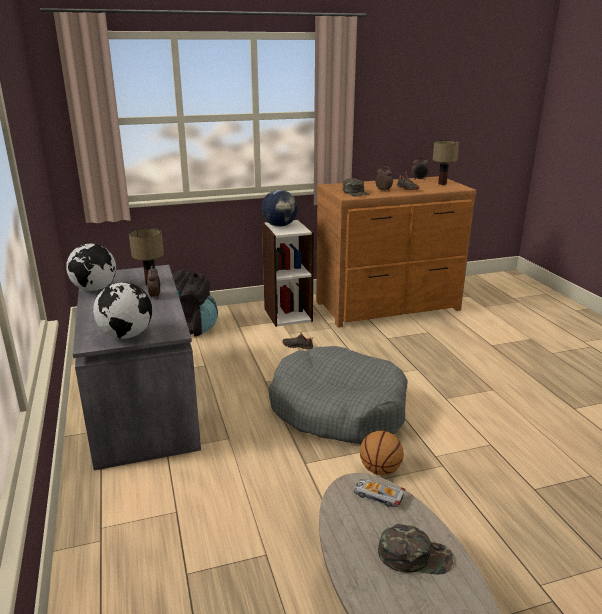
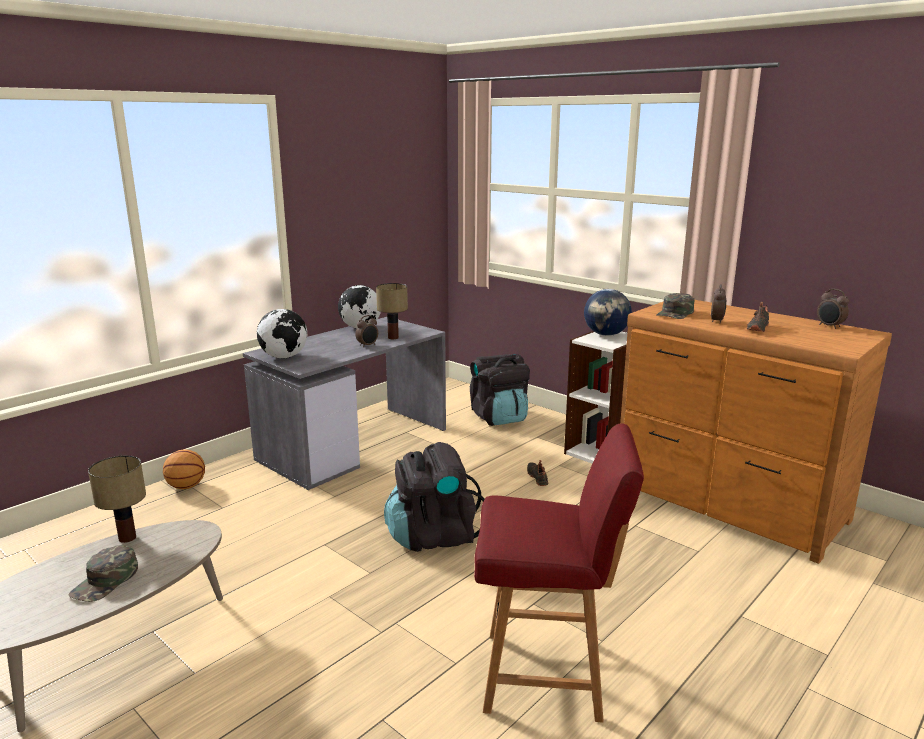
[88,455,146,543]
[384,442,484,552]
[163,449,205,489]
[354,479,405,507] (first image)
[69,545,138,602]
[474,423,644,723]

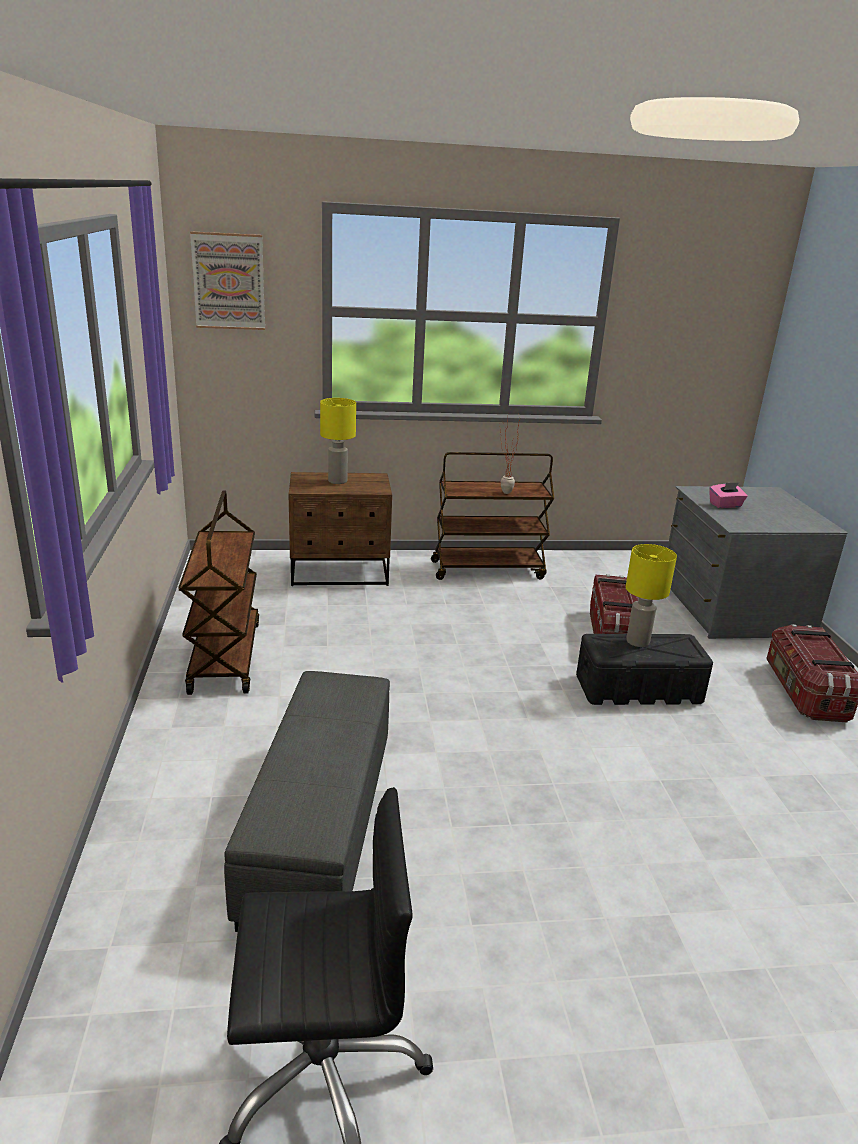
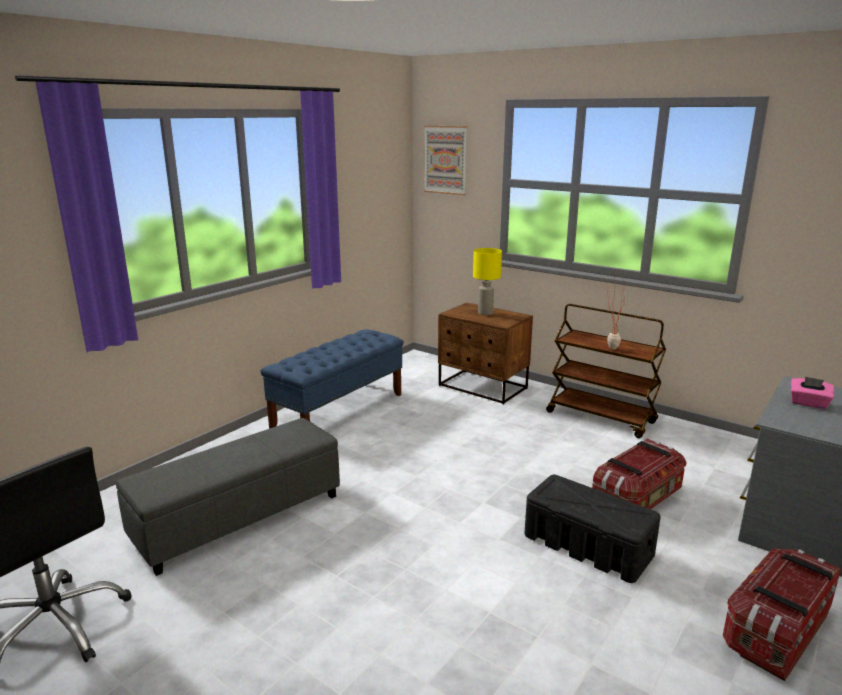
[261,329,404,429]
[626,544,677,647] (first image)

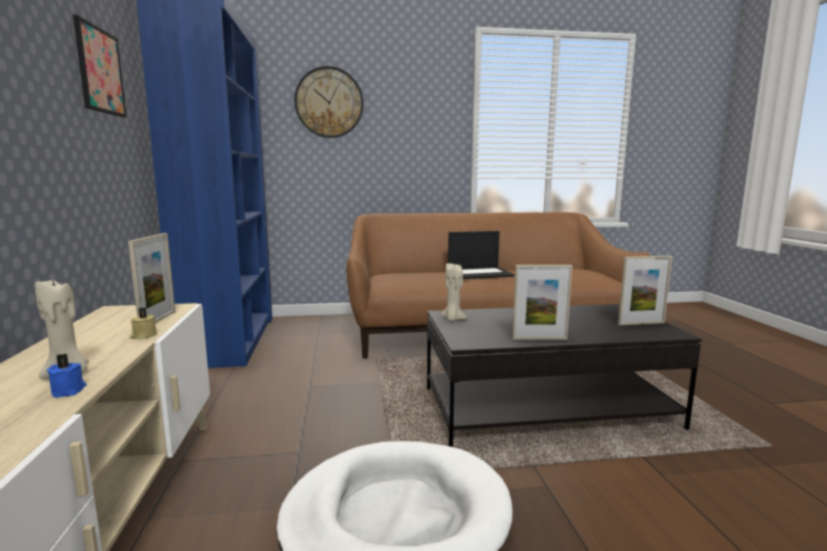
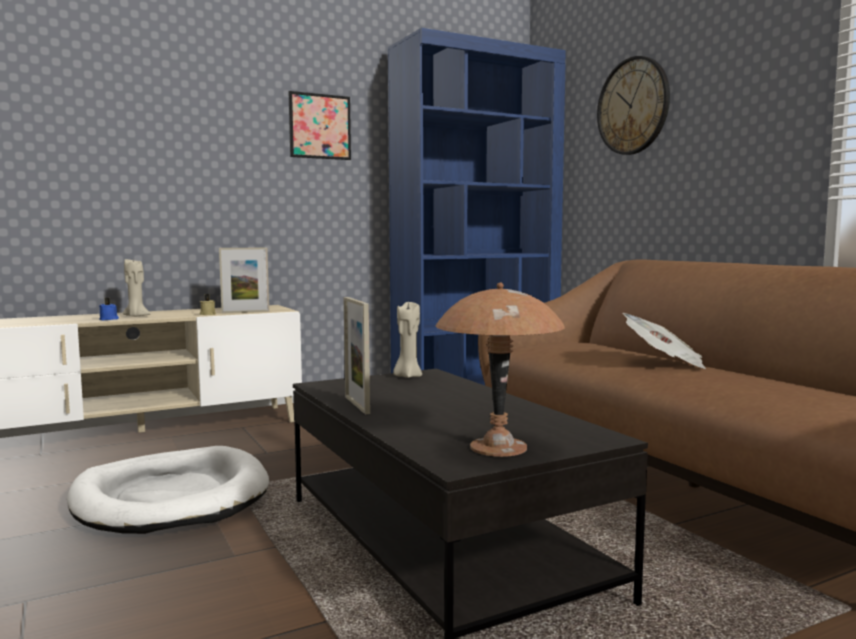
[623,313,706,369]
[436,282,565,457]

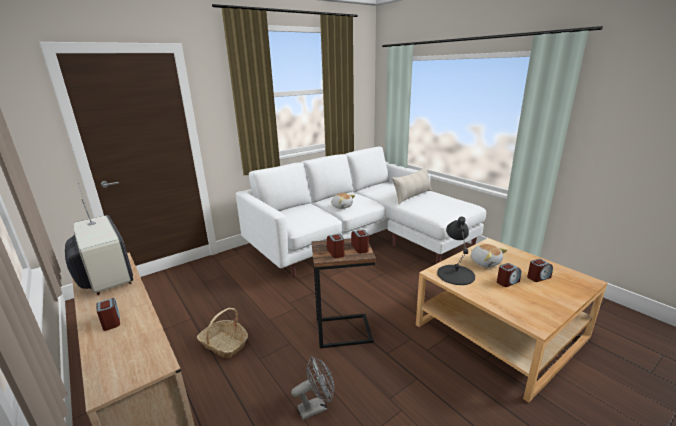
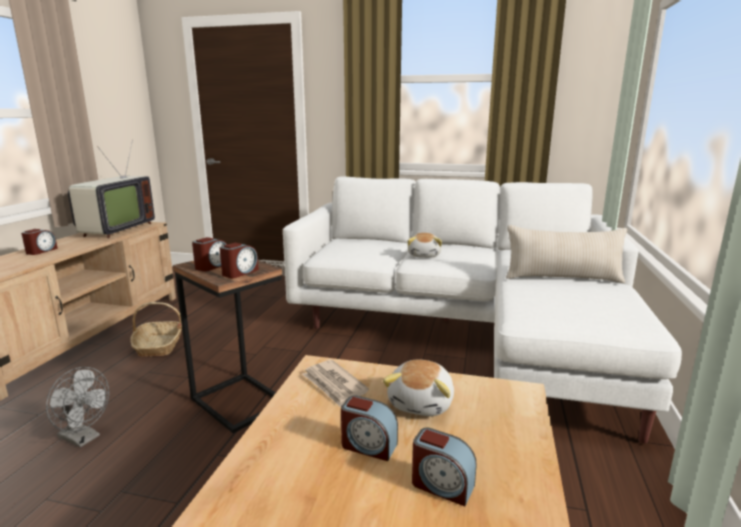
[302,360,369,407]

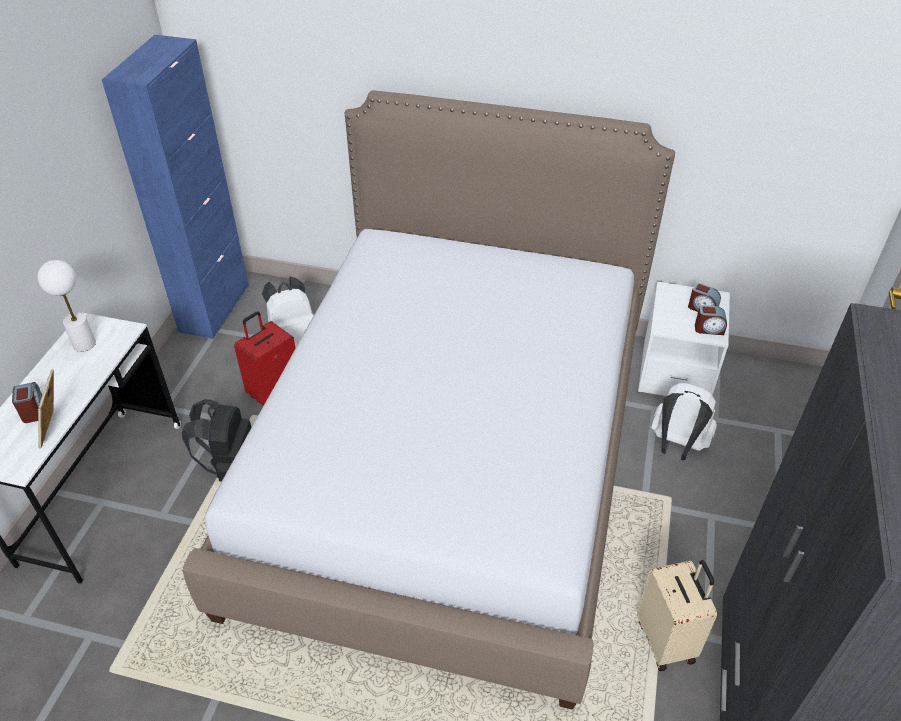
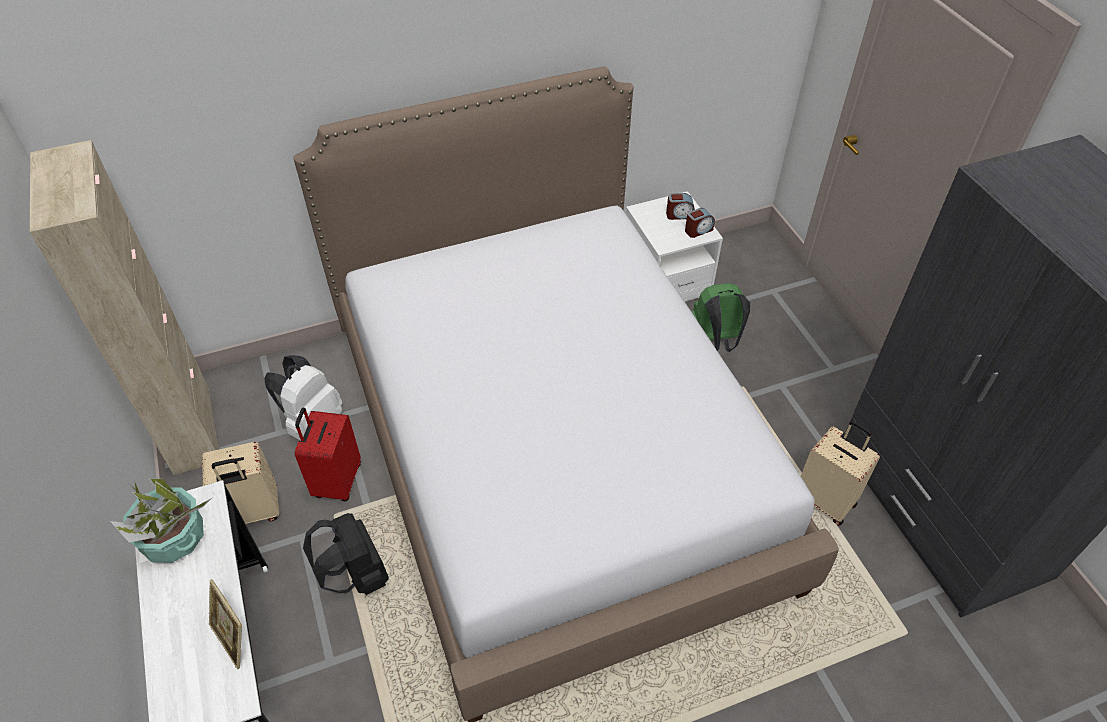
[30,140,219,475]
[110,479,212,563]
[12,382,42,423] (first image)
[691,283,750,352]
[202,442,279,524]

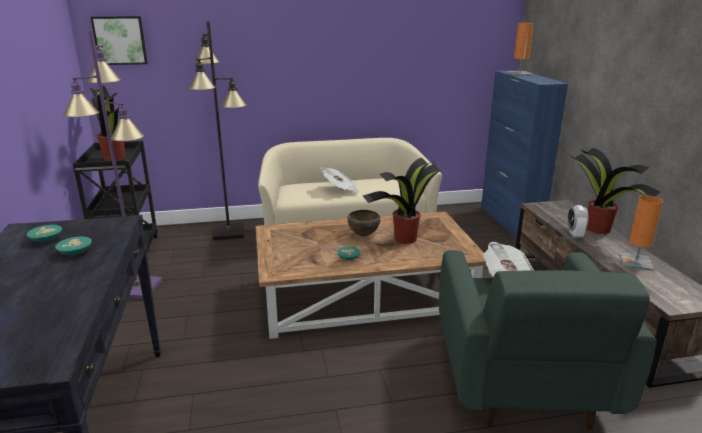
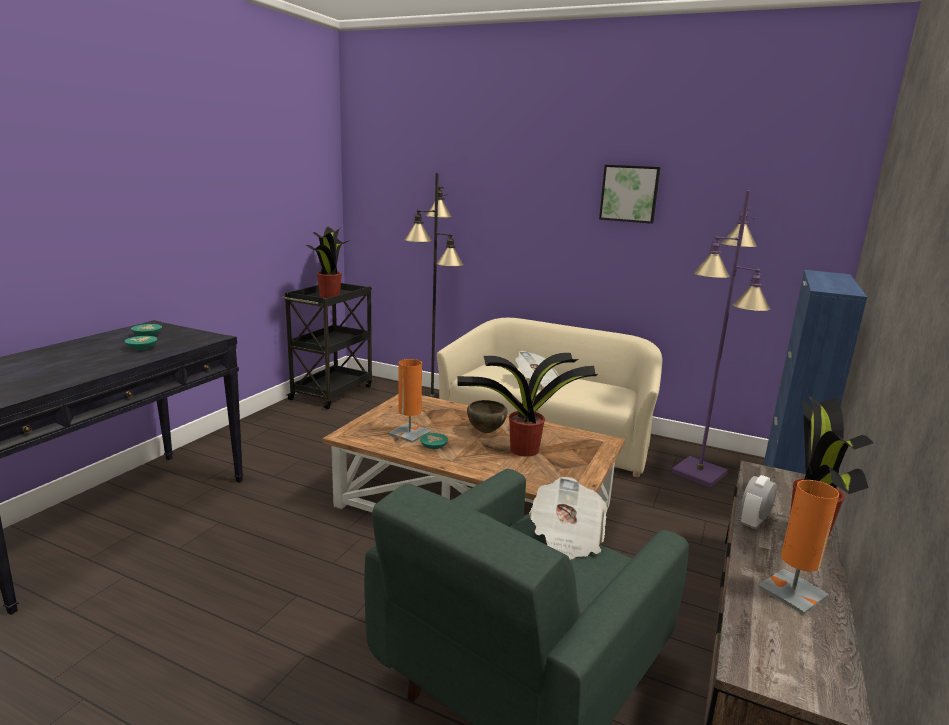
[599,165,661,224]
[388,359,431,443]
[671,190,770,487]

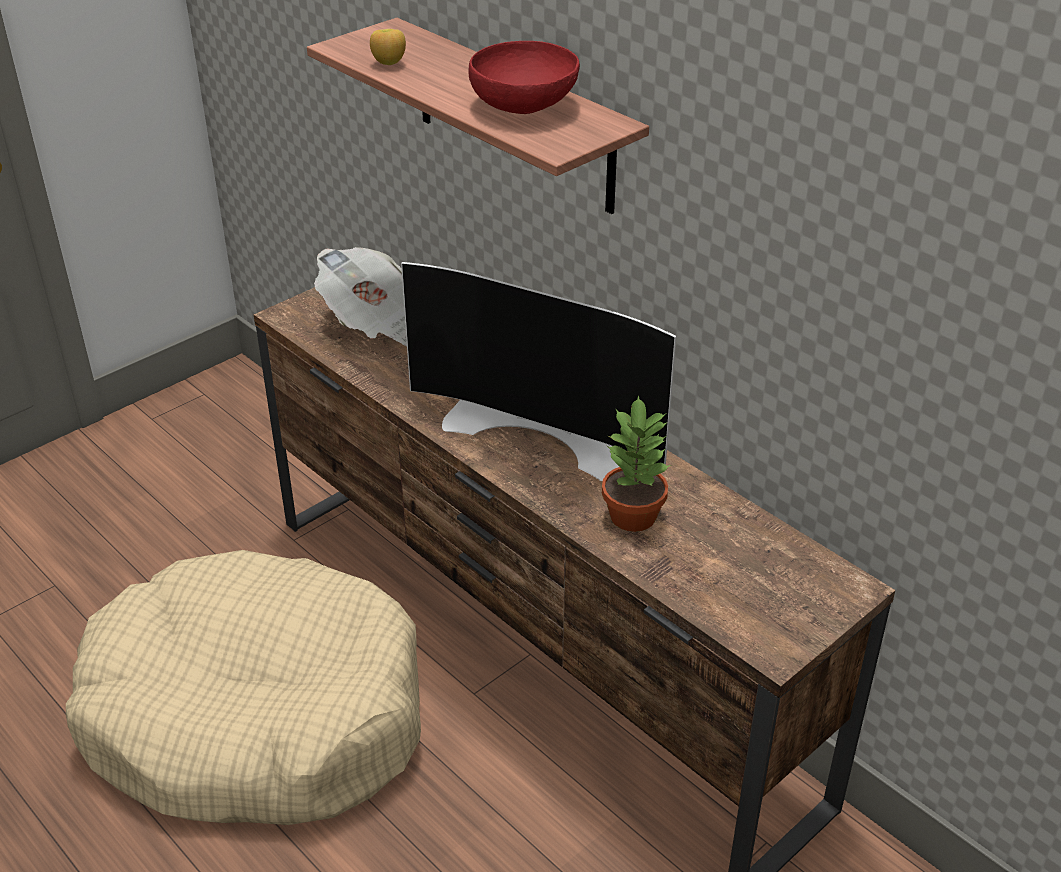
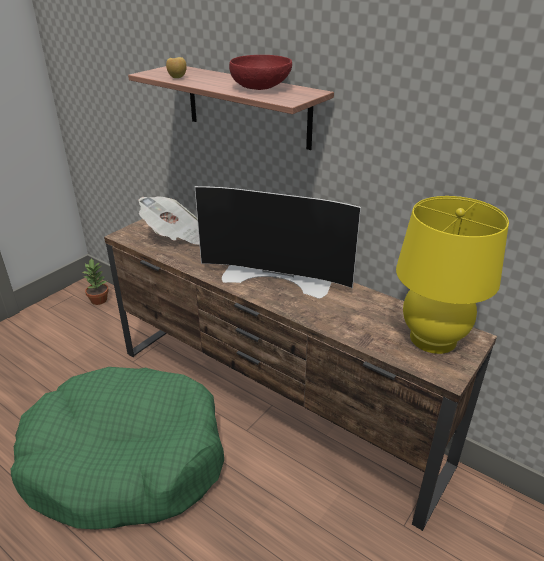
[83,258,109,305]
[11,367,224,529]
[396,196,509,354]

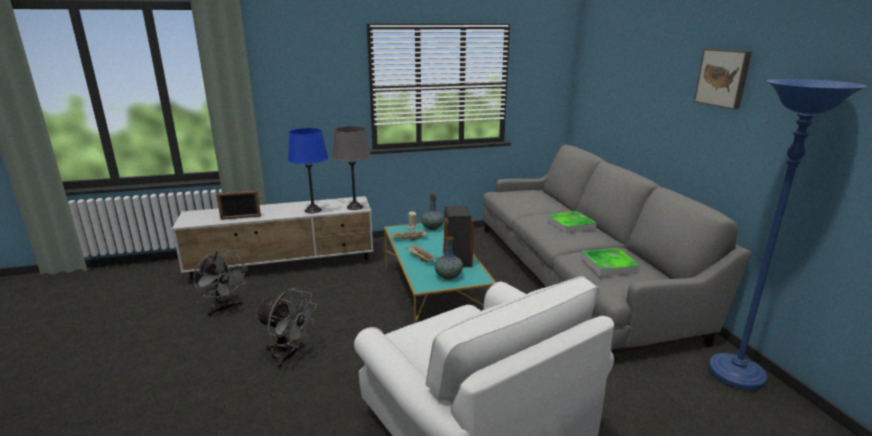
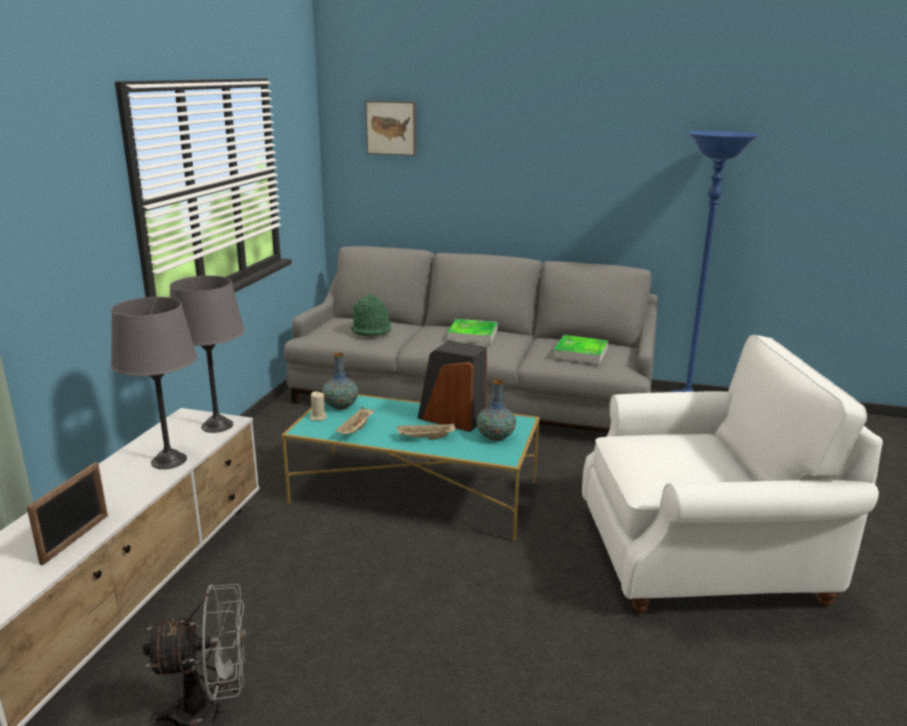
[365,101,417,156]
[111,297,197,469]
[255,288,317,369] (first image)
[351,294,391,337]

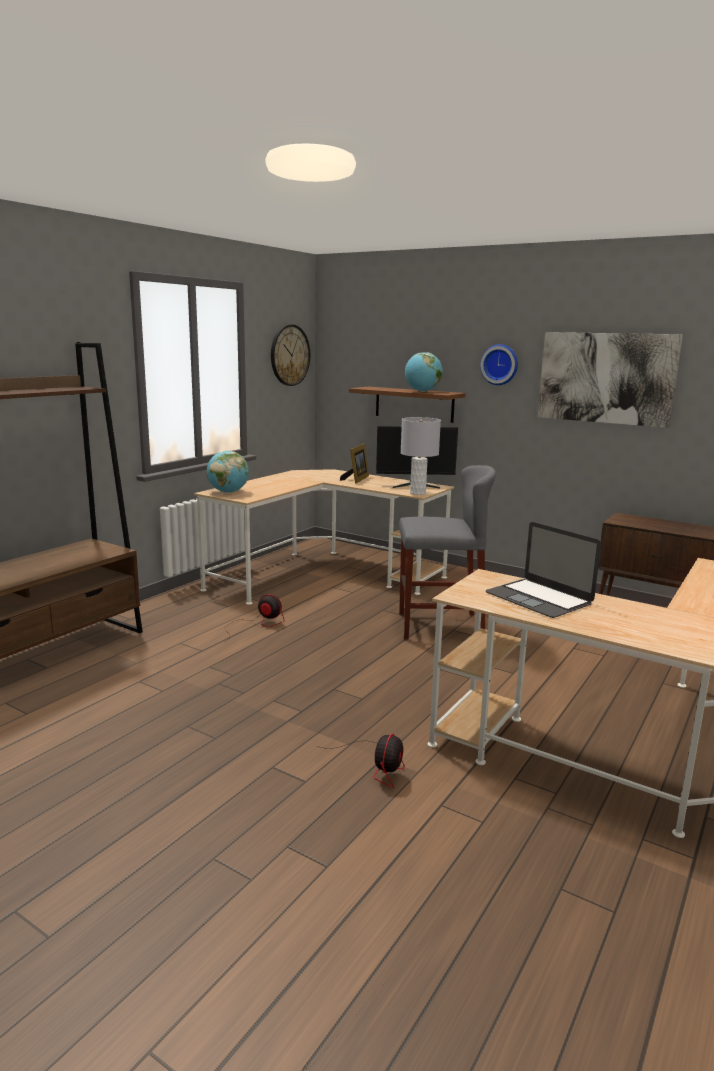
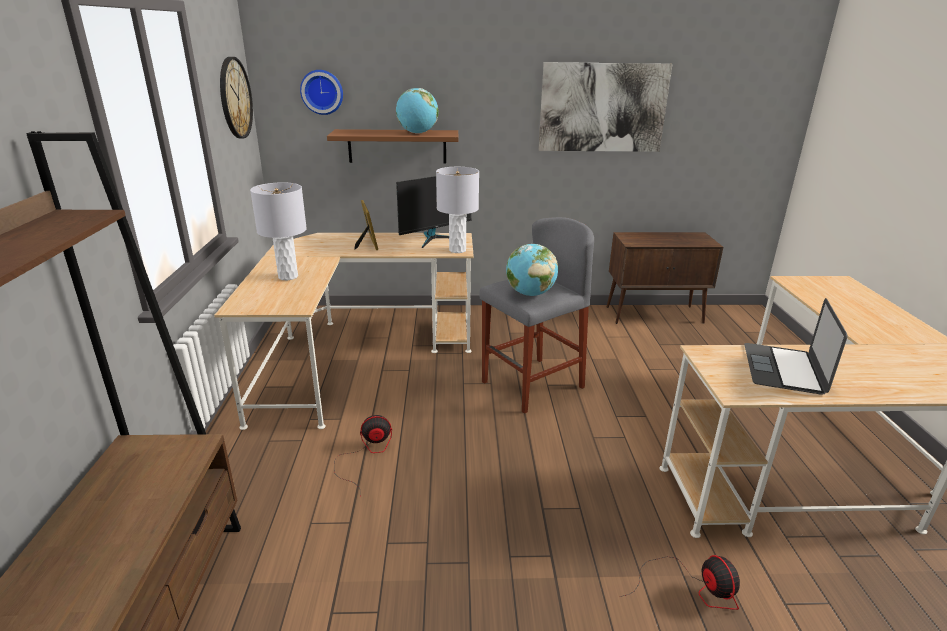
[300,70,343,115]
[506,244,558,296]
[744,298,848,395]
[250,182,307,280]

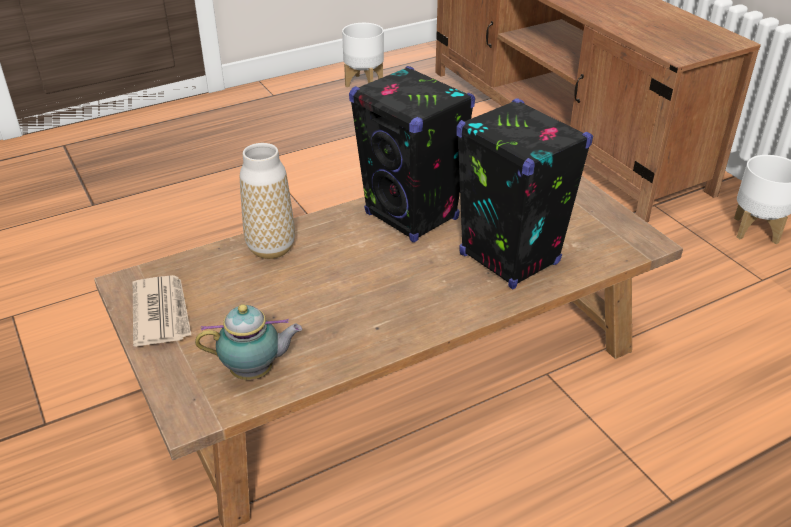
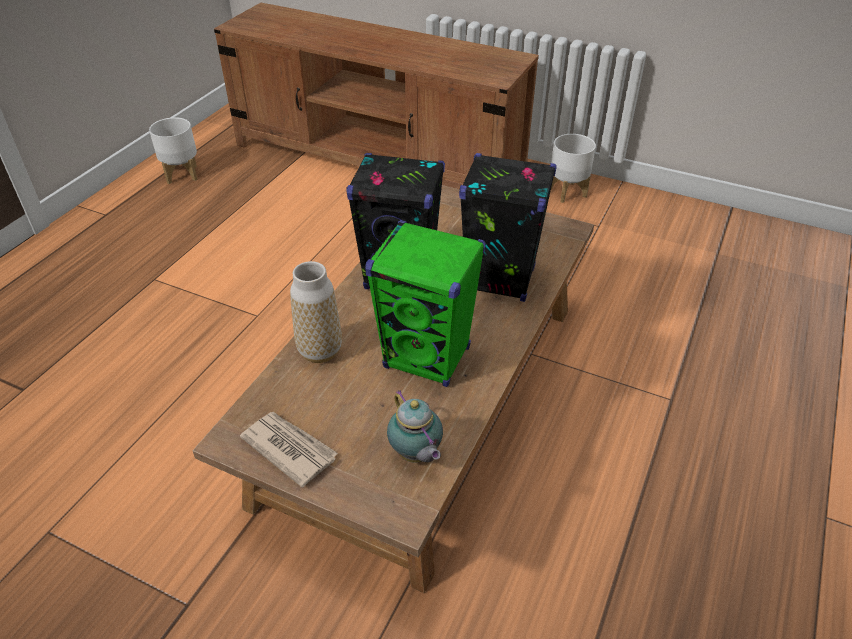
[387,390,443,463]
[365,220,486,387]

